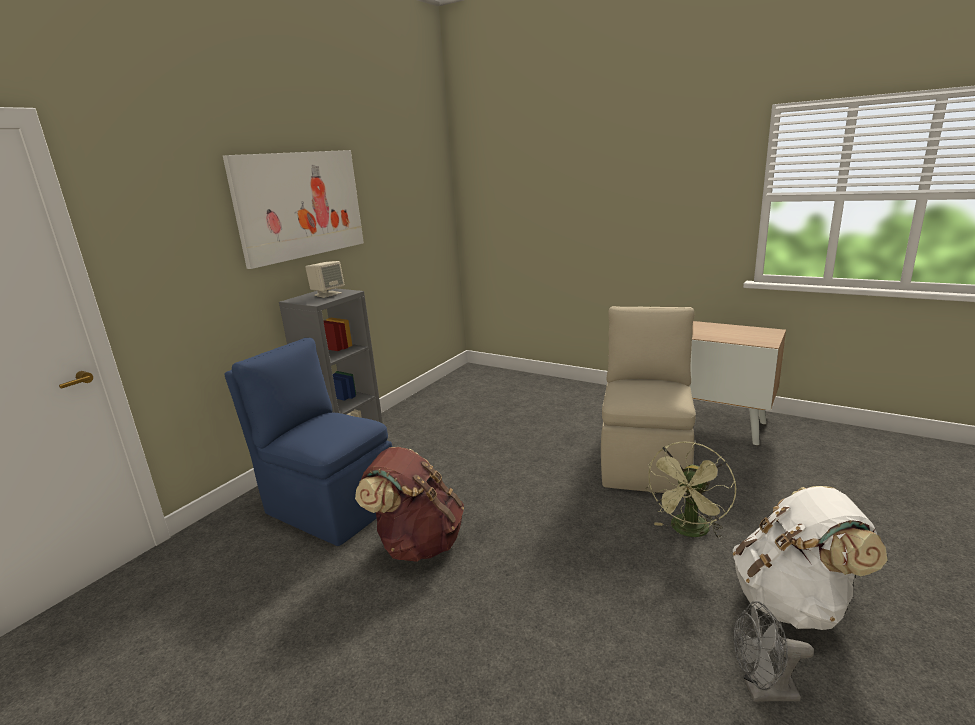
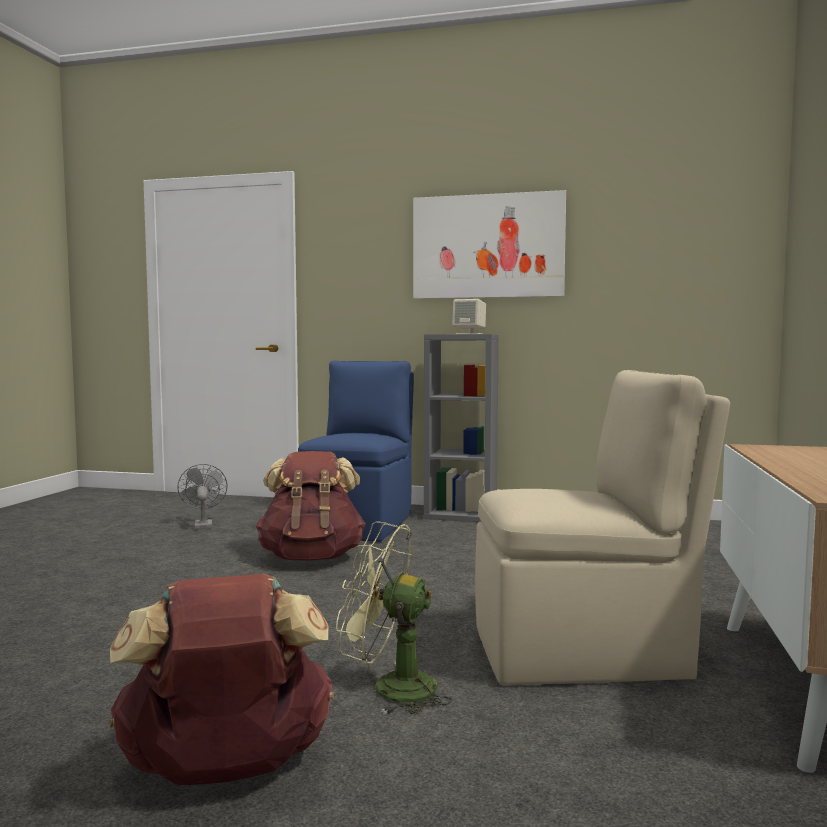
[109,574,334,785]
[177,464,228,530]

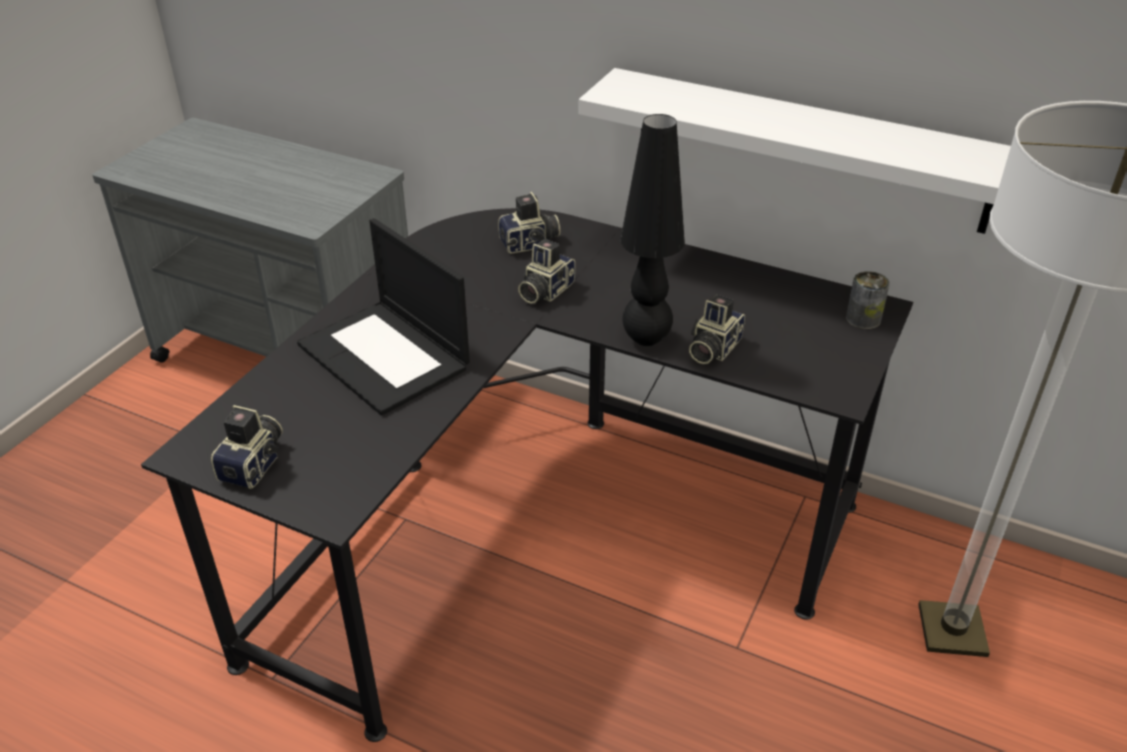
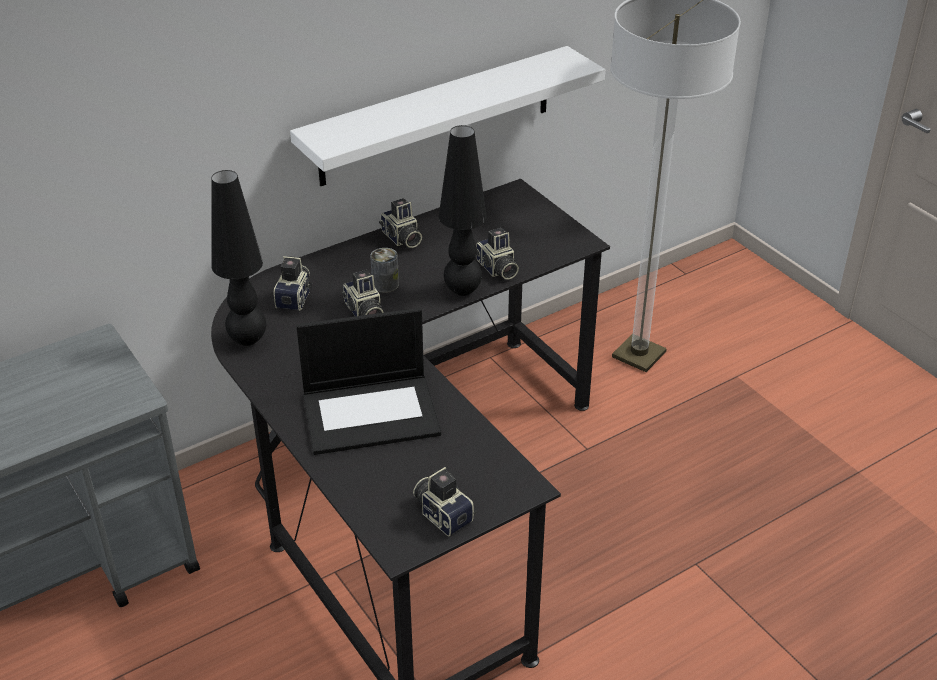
[370,248,399,293]
[211,170,266,346]
[379,198,422,248]

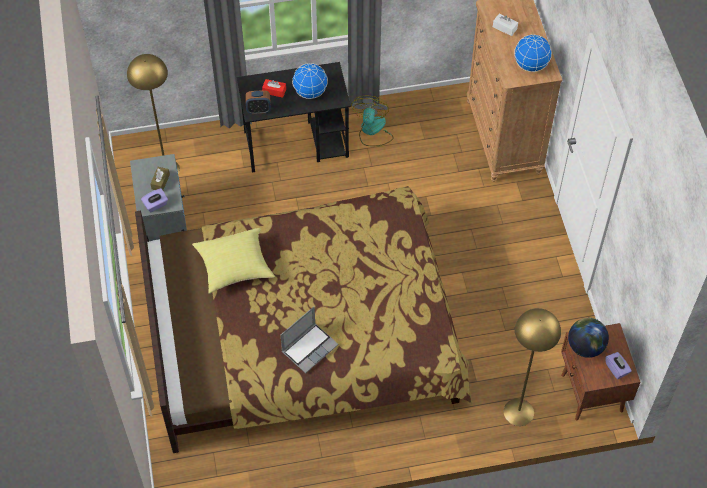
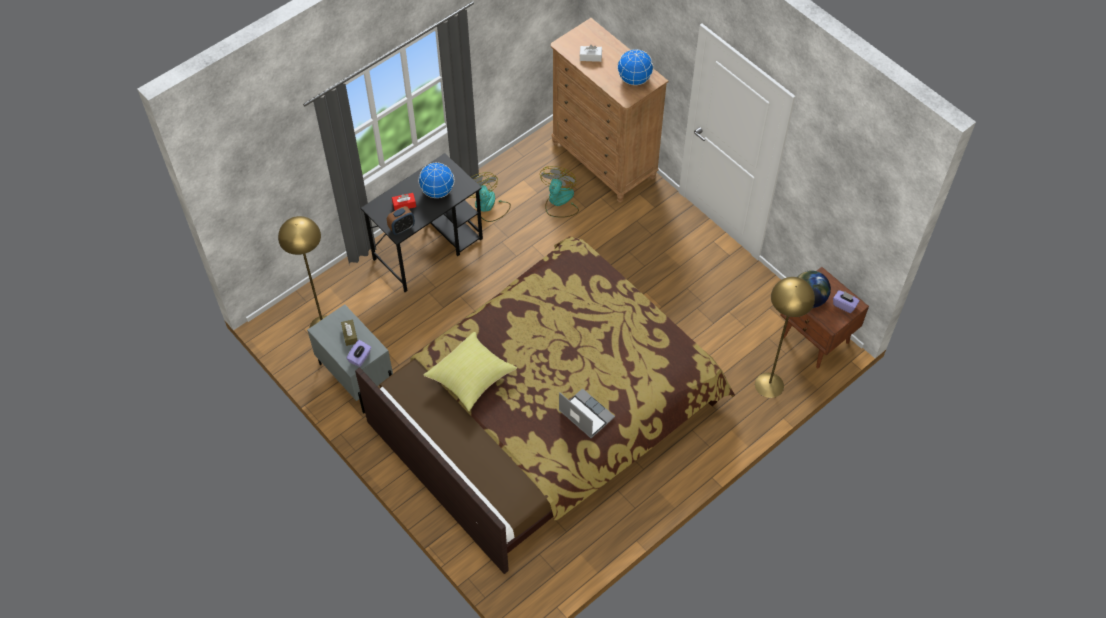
[559,388,615,438]
[540,166,579,218]

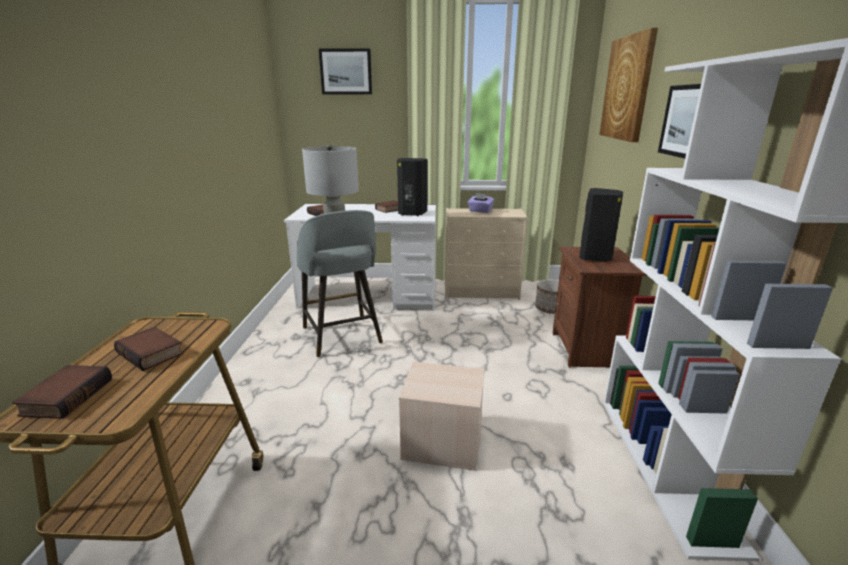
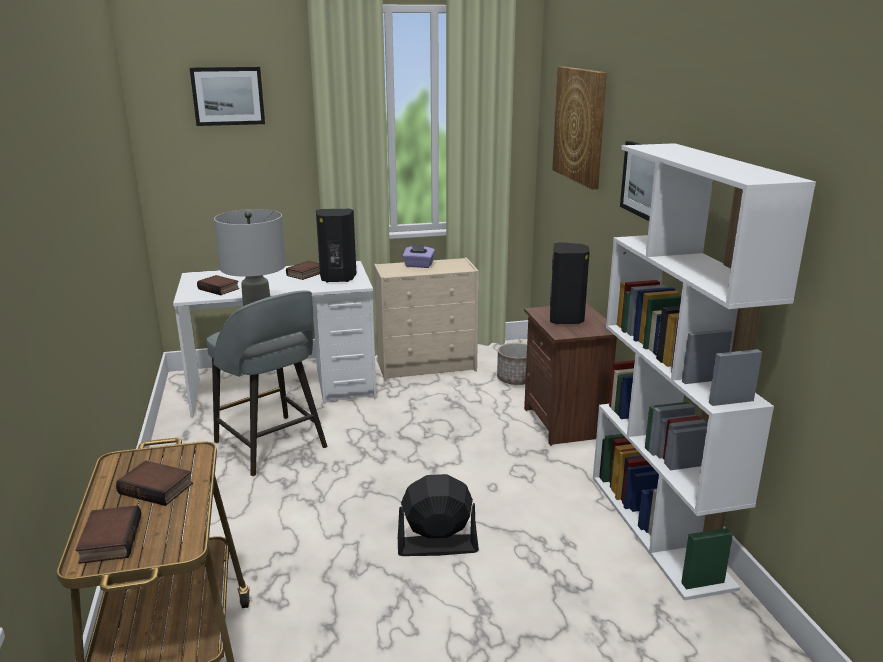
[398,474,479,556]

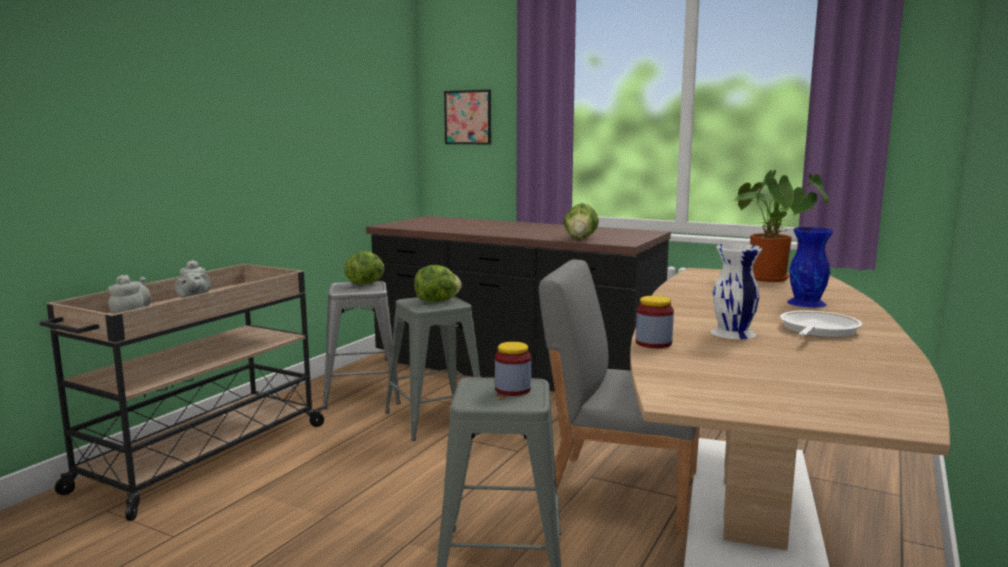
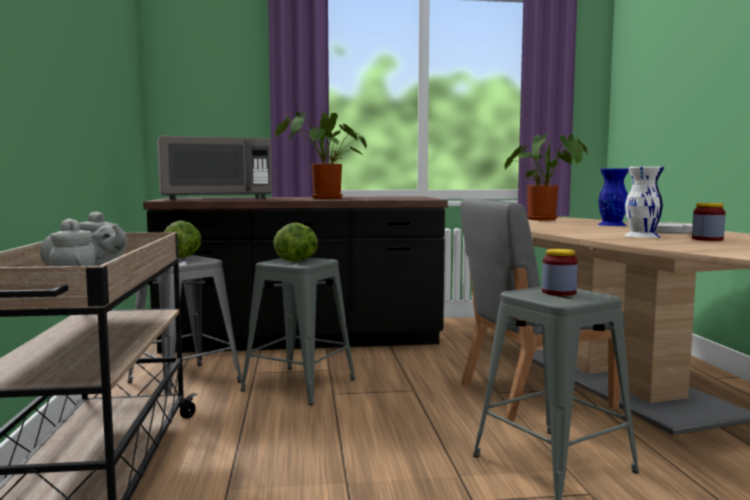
[444,90,491,144] (first image)
[564,203,599,239] (first image)
[692,203,726,241]
[275,111,367,199]
[157,136,272,200]

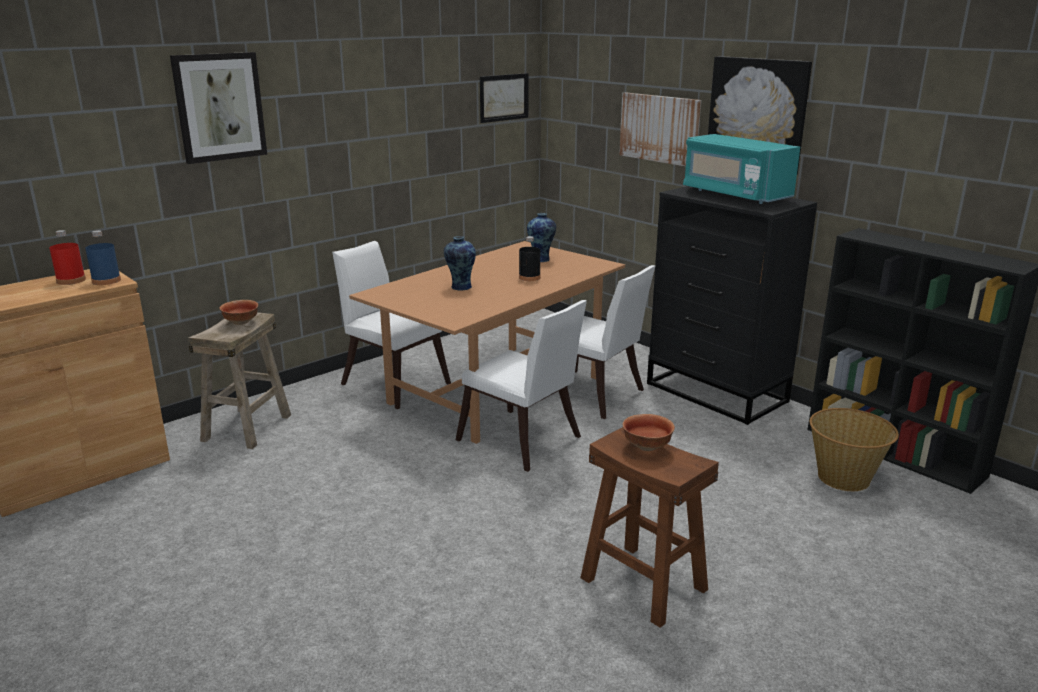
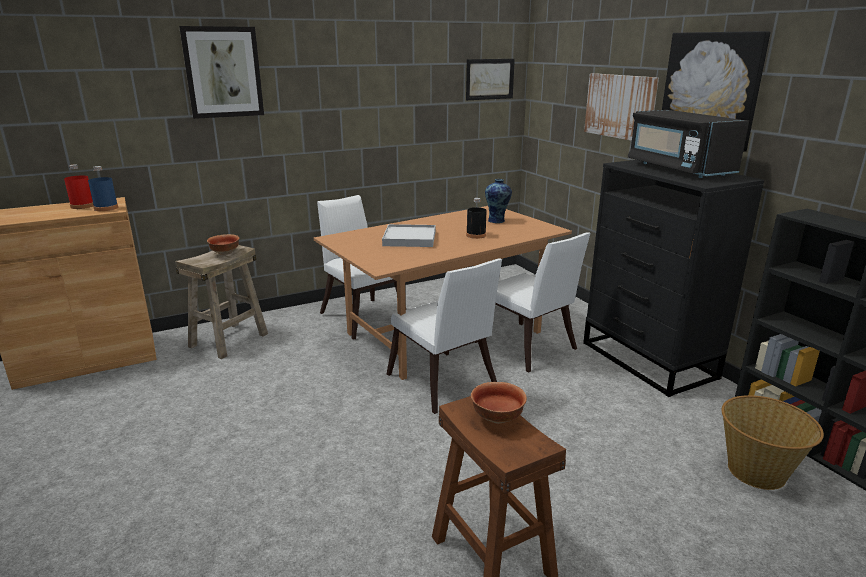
[628,110,749,178]
[382,224,435,247]

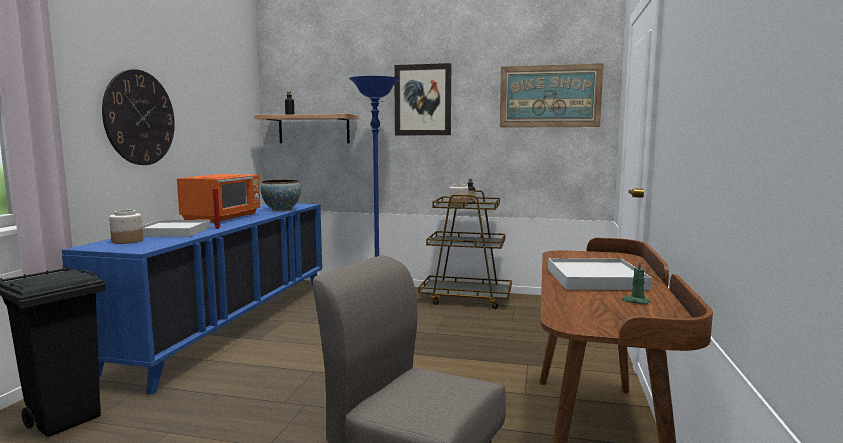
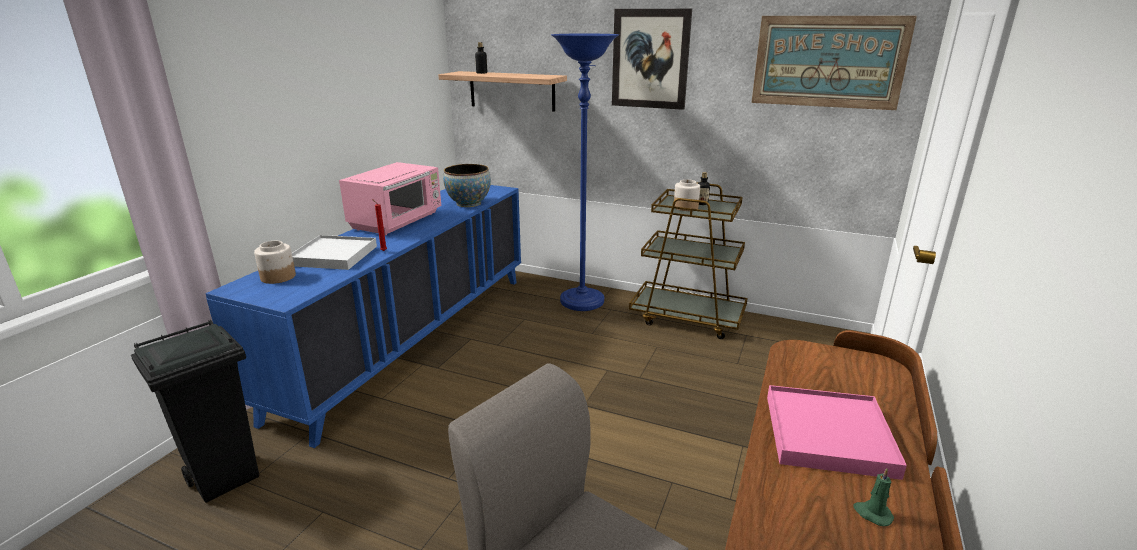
[102,69,175,165] (first image)
[339,162,441,235]
[767,385,907,480]

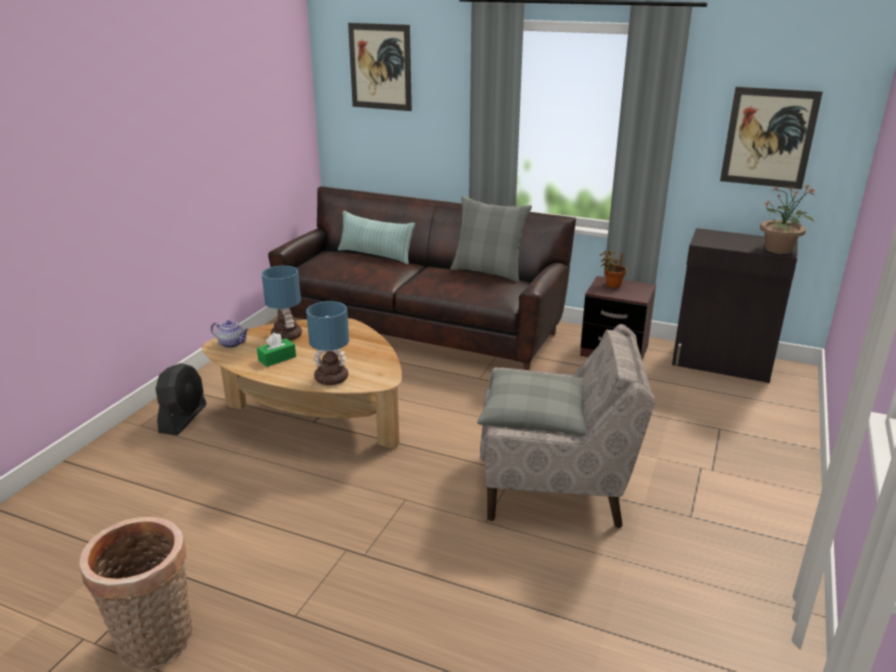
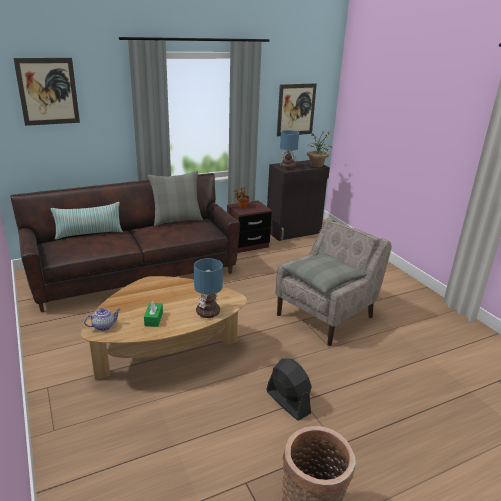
[280,130,299,169]
[266,358,312,421]

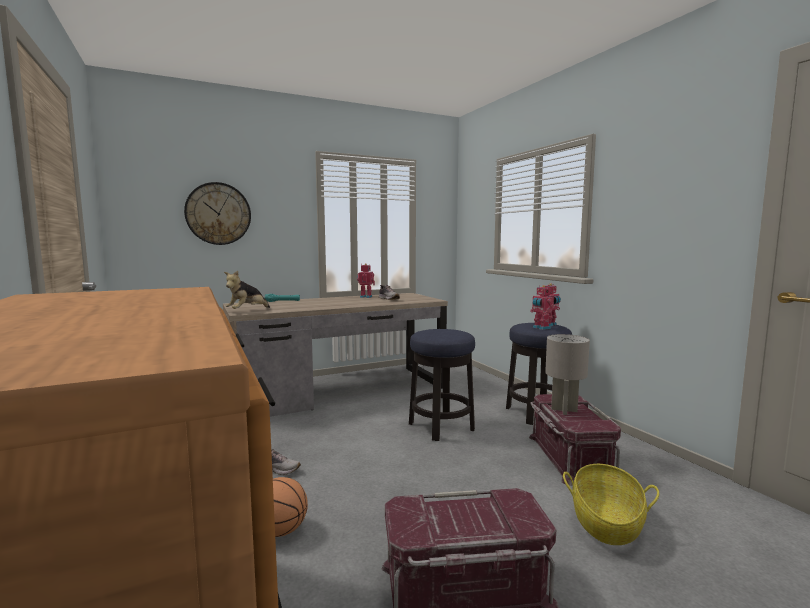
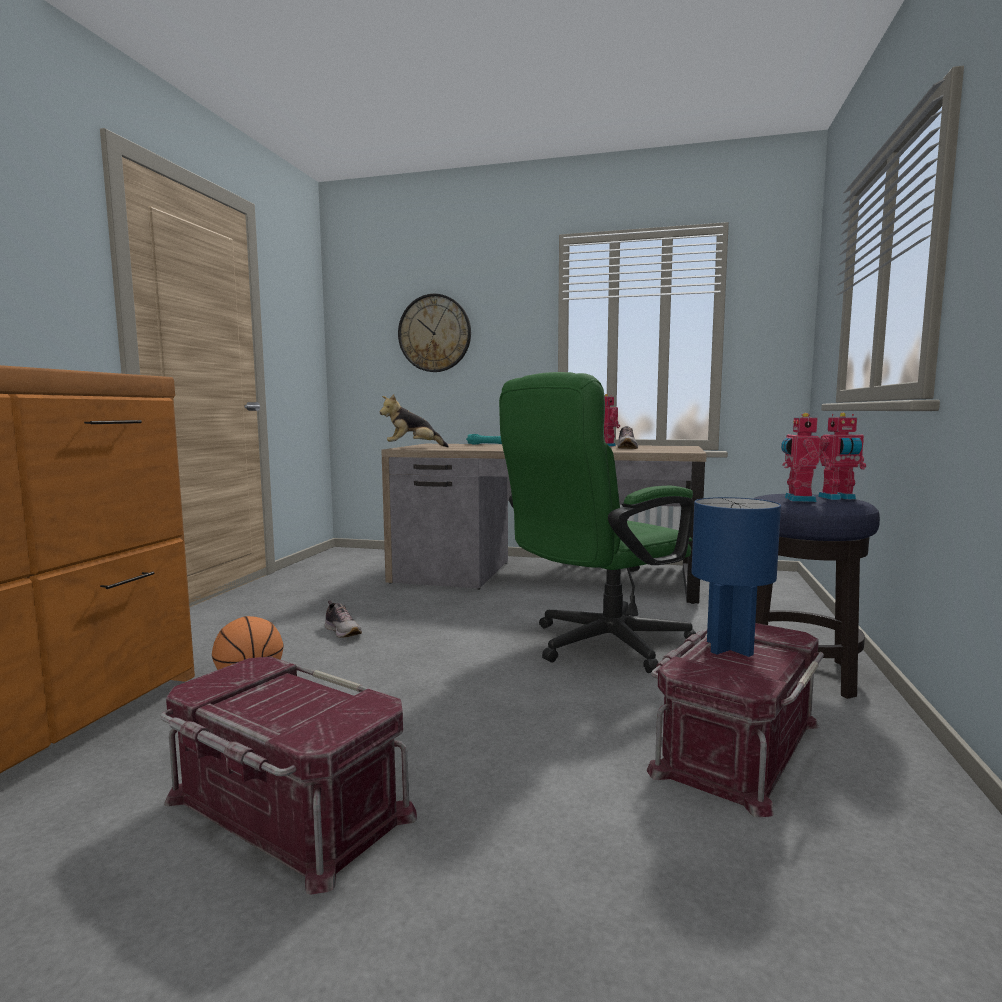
[499,372,696,673]
[692,497,781,657]
[563,464,659,545] (first image)

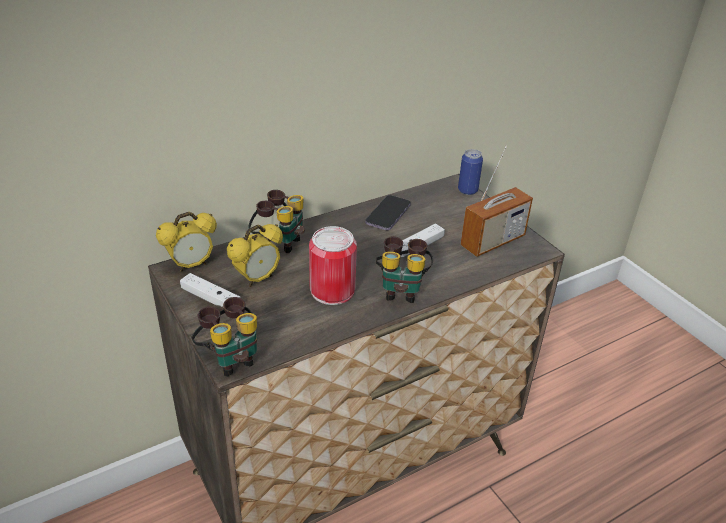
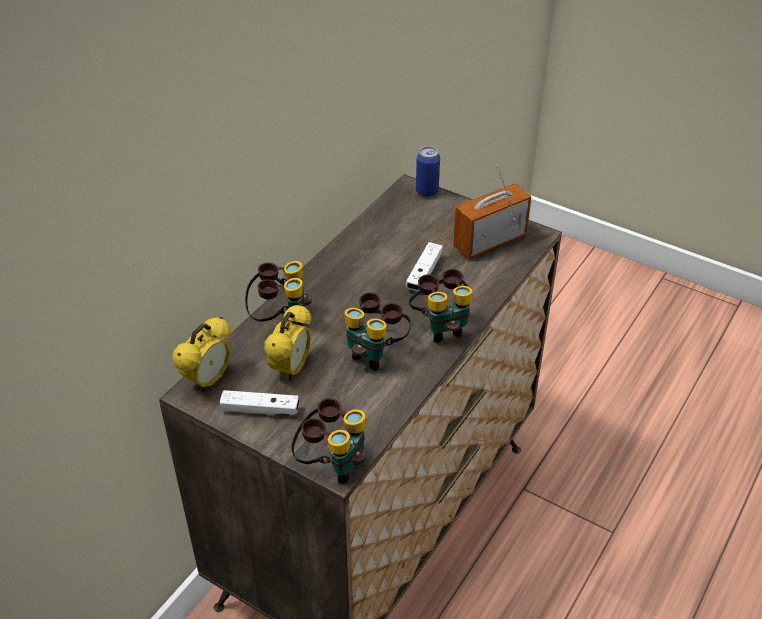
[453,165,531,259]
[365,195,411,230] (first image)
[344,292,411,370]

